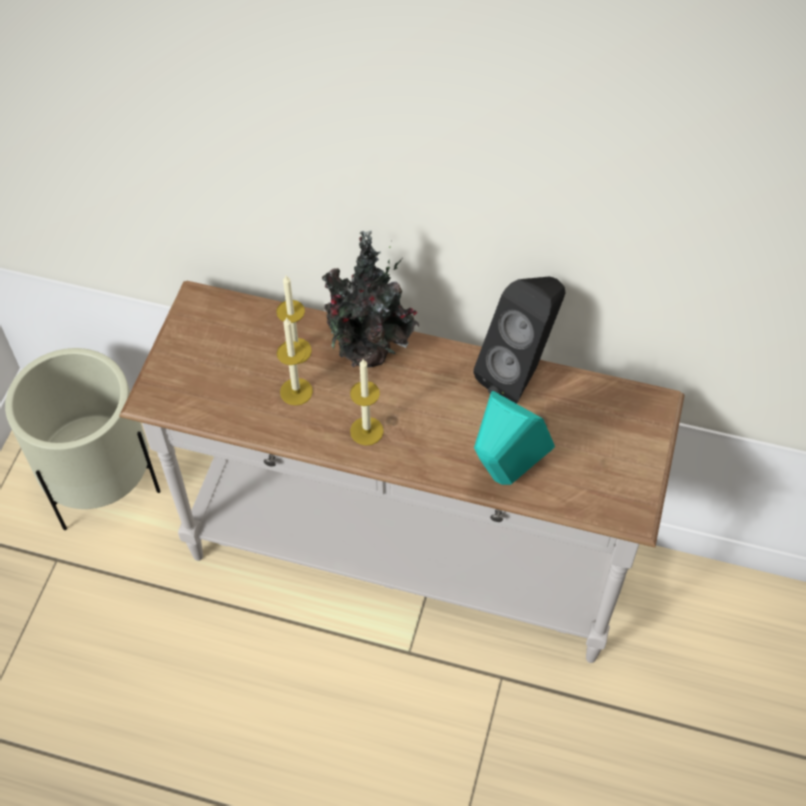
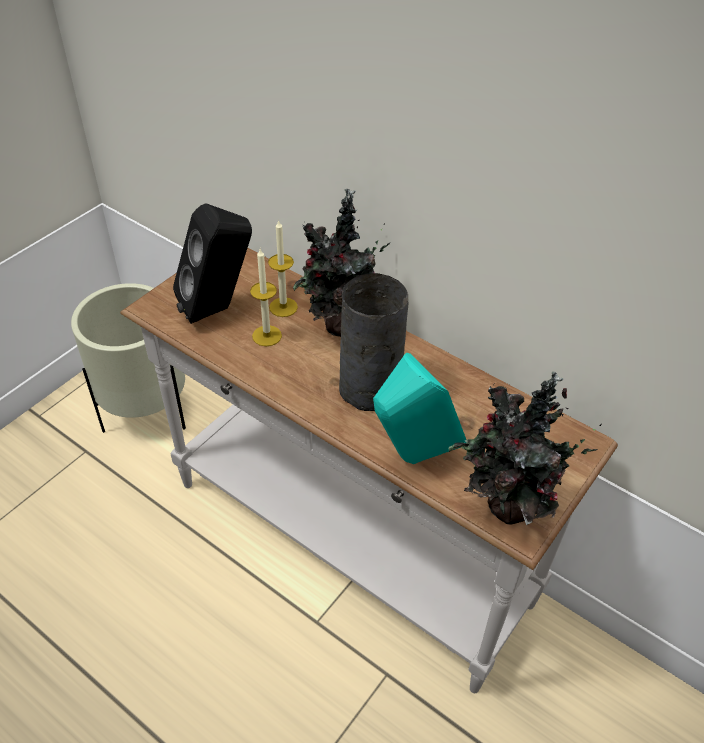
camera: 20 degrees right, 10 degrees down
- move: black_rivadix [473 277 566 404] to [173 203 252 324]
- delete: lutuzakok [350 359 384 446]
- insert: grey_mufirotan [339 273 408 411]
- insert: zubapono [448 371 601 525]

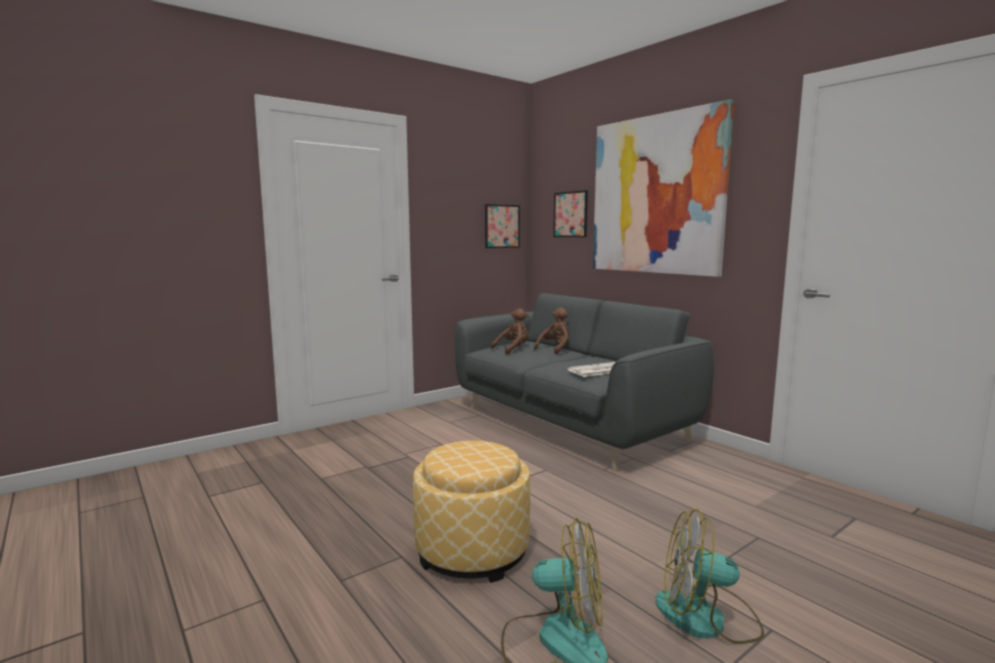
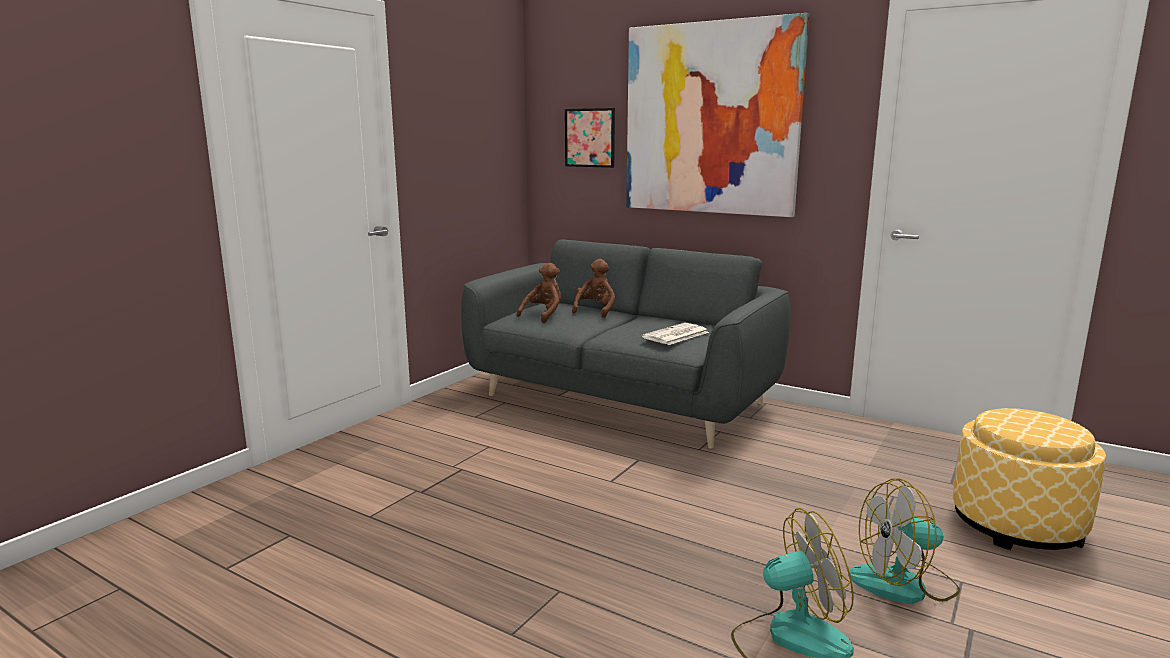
camera: 20 degrees left, 5 degrees up
- delete: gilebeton [485 204 520 248]
- move: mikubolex [413 441 530 583] to [953 408 1106 550]

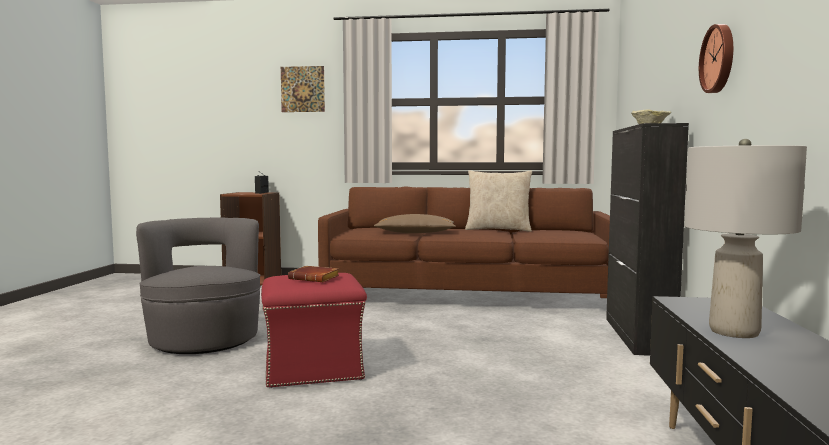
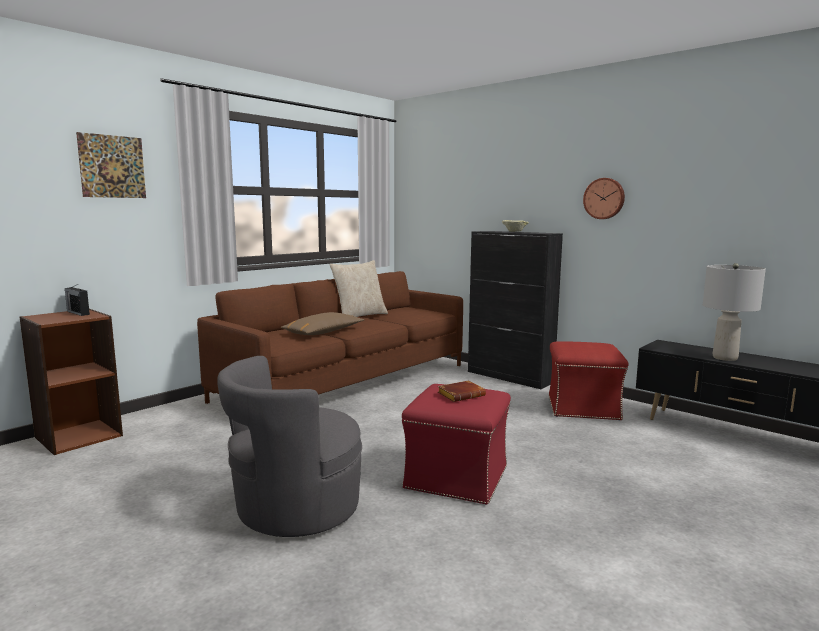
camera: 55 degrees left, 5 degrees up
- rotate: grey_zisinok [136 217 261 354] = [217 356 362 537] 45 degrees counterclockwise
- insert: red_mikubolex [549 341 629 421]

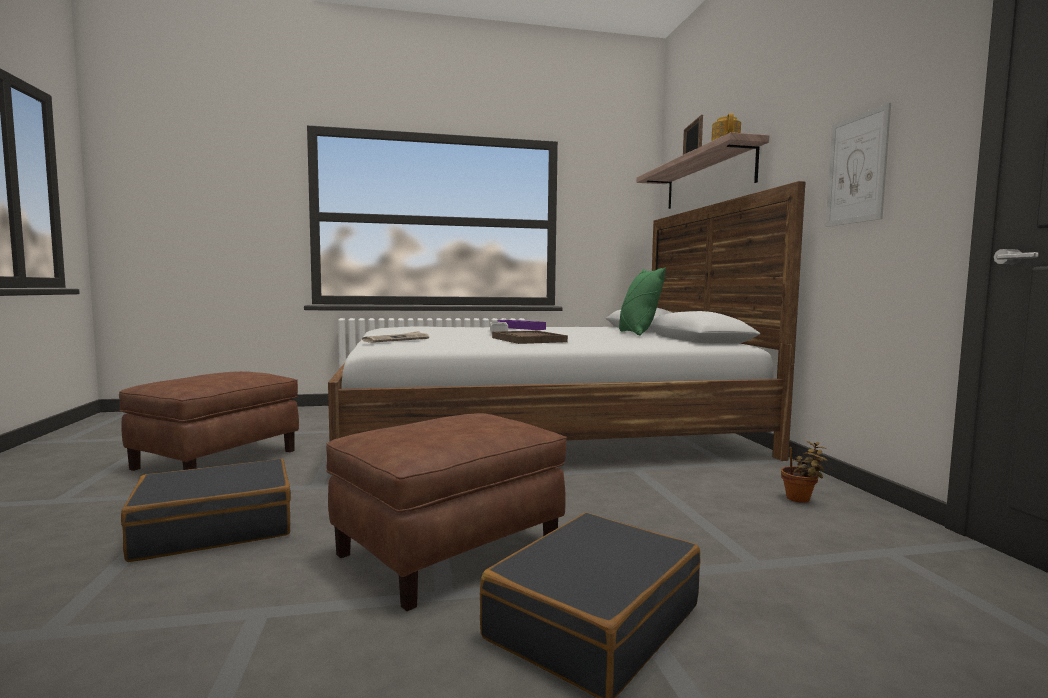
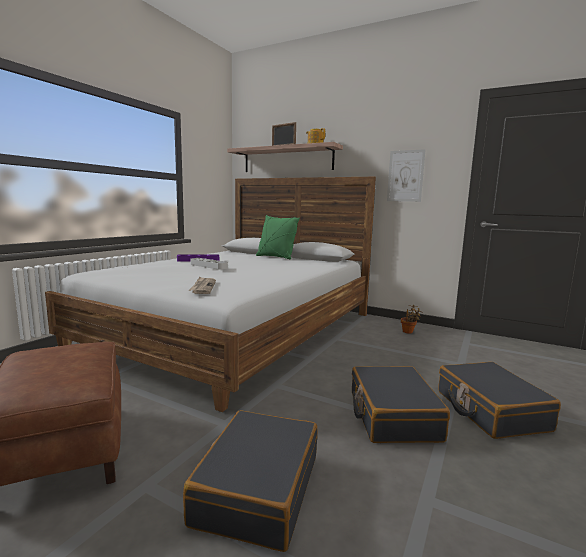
camera: 50 degrees left, 5 degrees up
- delete: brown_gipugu [492 331 568 344]
- replace: brown_mikubolex [326 413 567 611] to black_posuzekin [352 366 450 443]

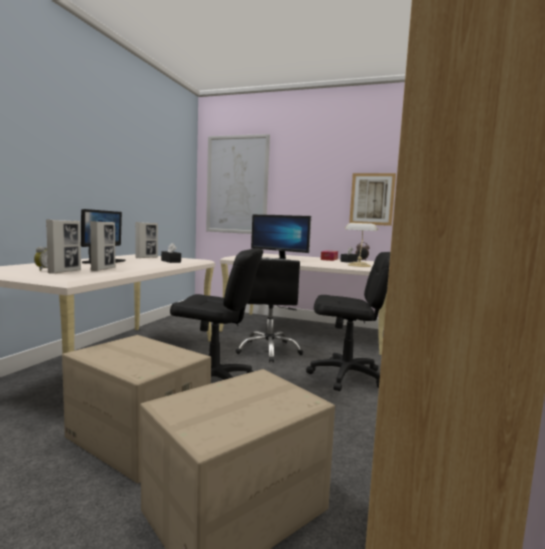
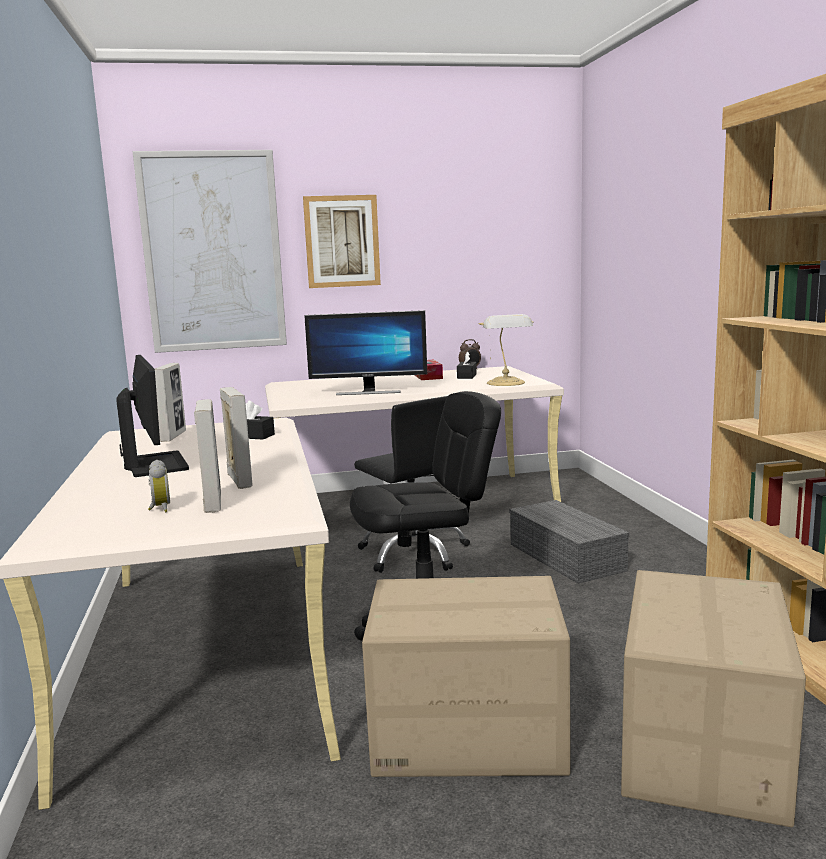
camera: 30 degrees left, 5 degrees up
- move: gilebeton [349 173 396 226] to [303 195 381 288]
- replace: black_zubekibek [306 252 390 391] to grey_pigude [509 500 630 584]

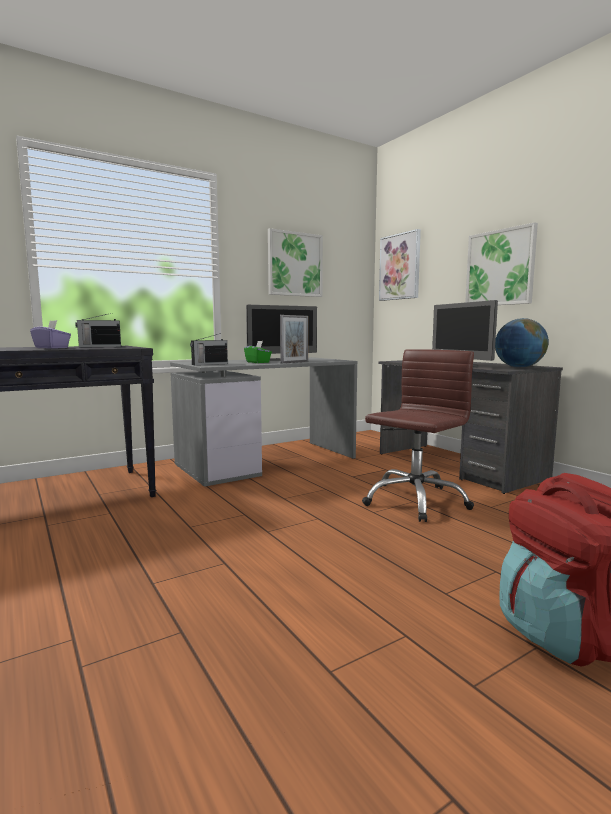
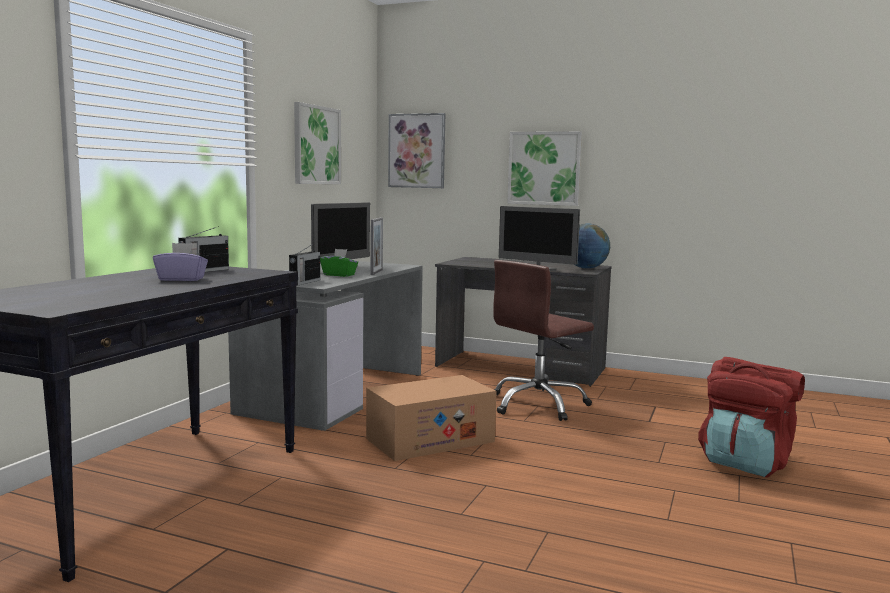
camera: 35 degrees left, 0 degrees up
- rotate: brown_zubekibek [362 349 474 522] = [493 260 594 421] 135 degrees counterclockwise
- insert: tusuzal [366 375 496 461]

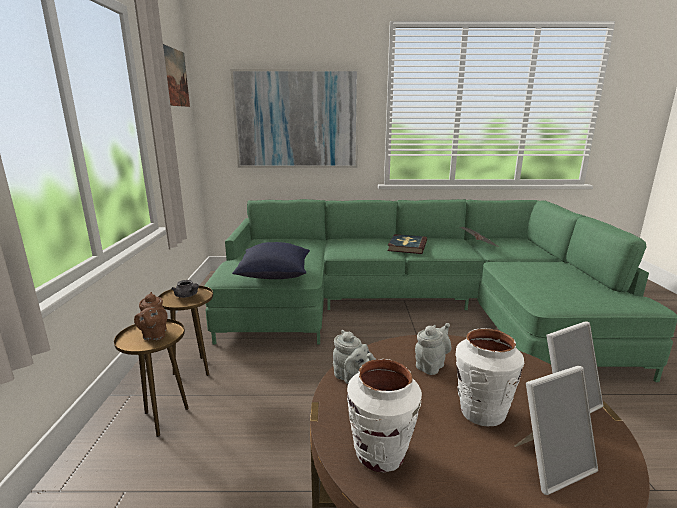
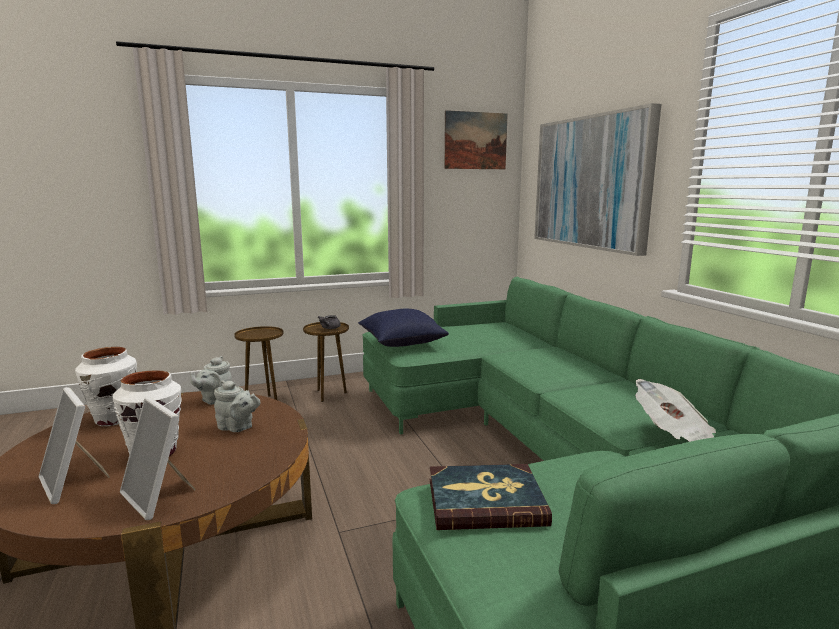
camera: 70 degrees right, 5 degrees down
- move: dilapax [387 234 427 254] to [430 464 552 530]
- delete: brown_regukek [134 292 167 340]

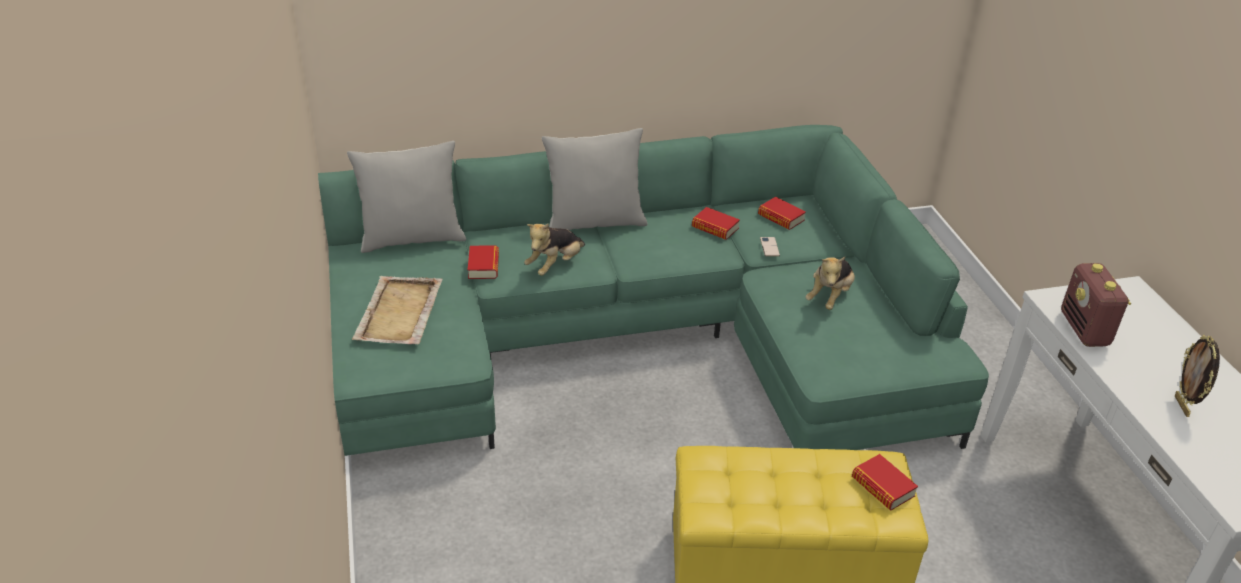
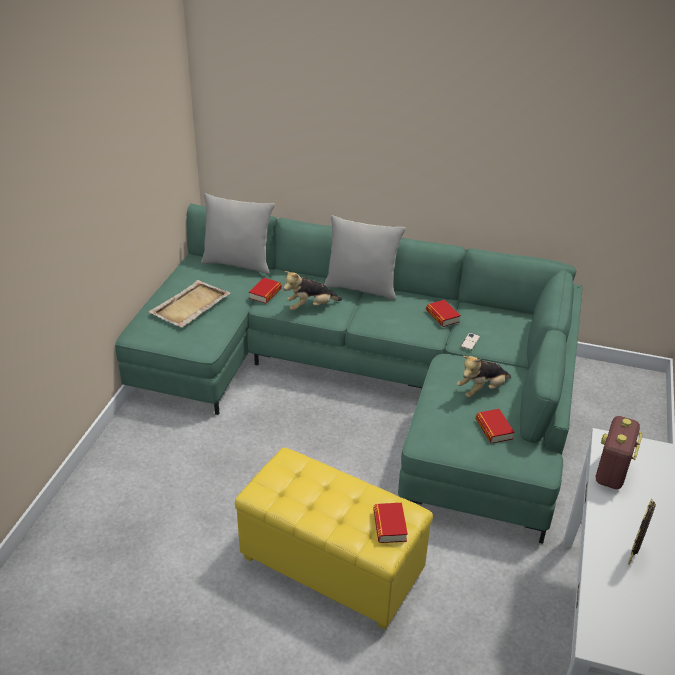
camera: 30 degrees right, 0 degrees up
- move: dilapax [758 197 806 230] to [476 409 514 444]

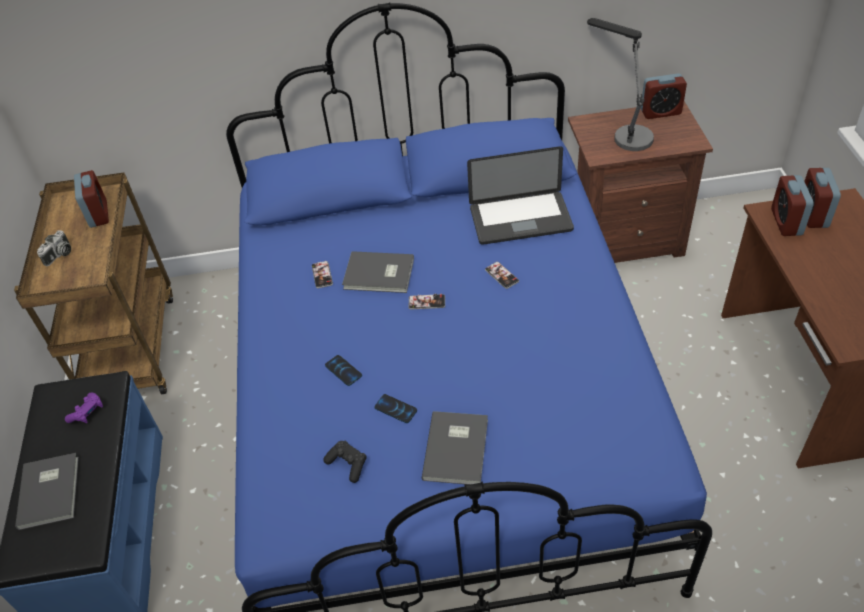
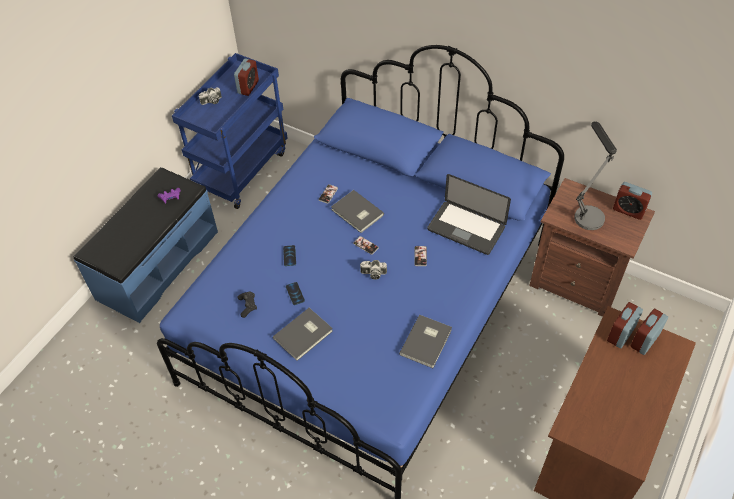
camera: 35 degrees right, 5 degrees up
- recolor: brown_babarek [14 172 173 394] to blue_babarek [172 53 287 209]
- move: grey_dilapax [15 453 79 530] to [399 315 452 368]
- insert: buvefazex [360 260 387 280]

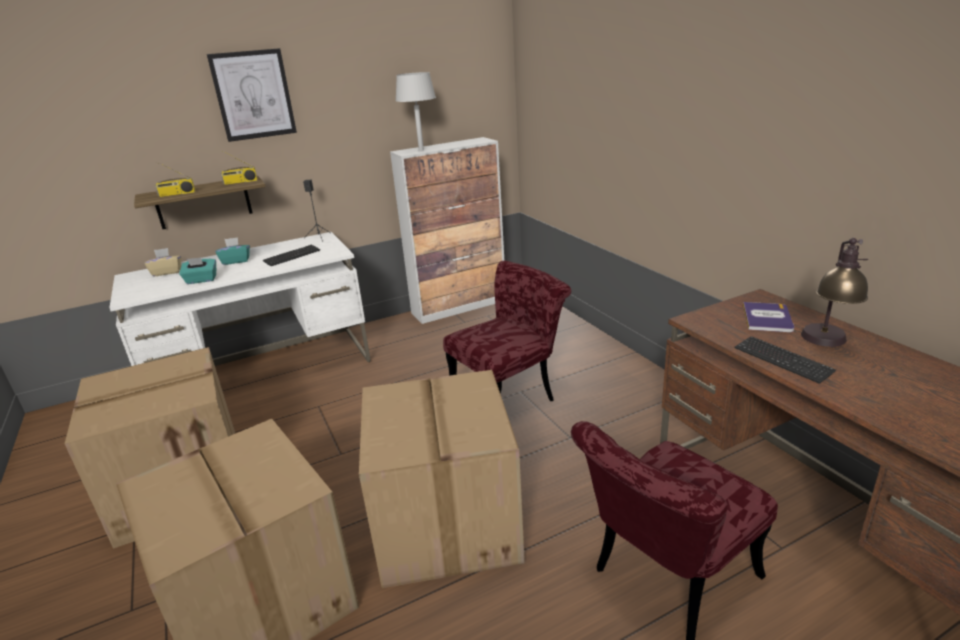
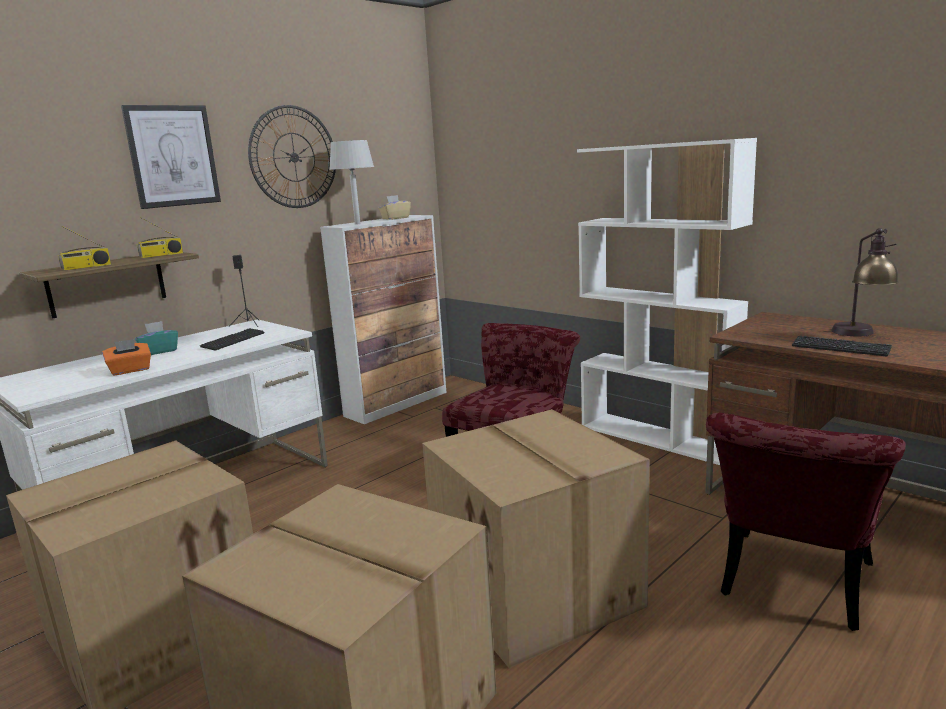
camera: 20 degrees left, 10 degrees down
- move: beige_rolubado [144 248 181 277] to [378 195 411 220]
- recolor: turquoise_rolubado [179 257 216 284] to orange_rolubado [102 339 151 376]
- delete: dilapax [743 302 794 332]
- insert: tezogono [248 105 336 208]
- insert: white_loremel [577 138 757 465]

